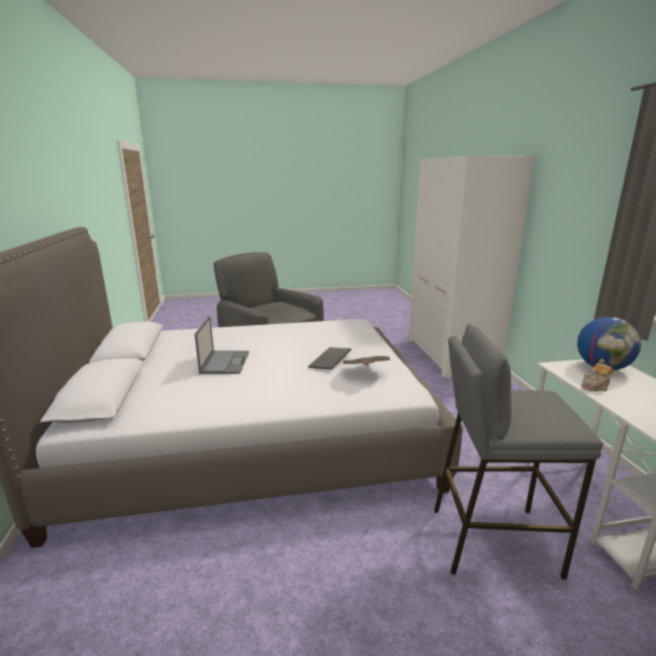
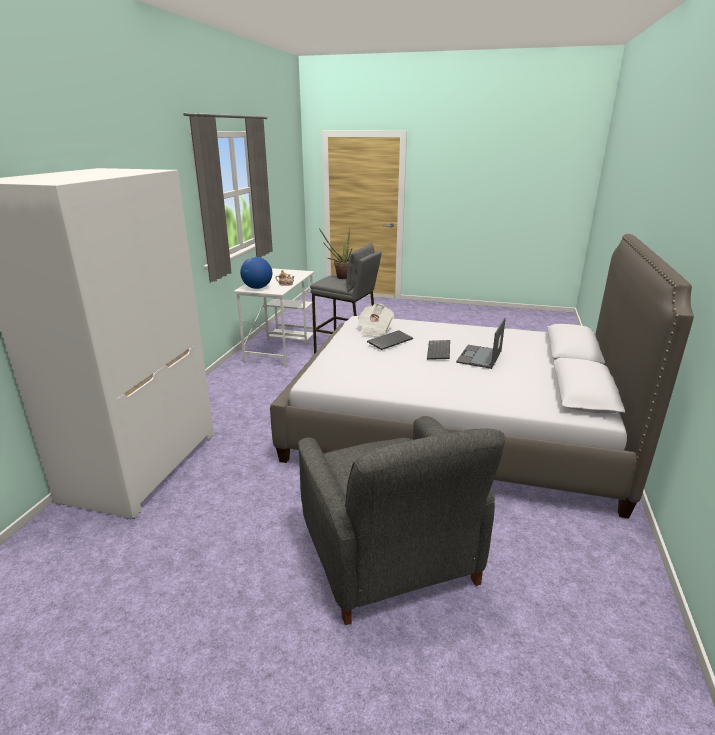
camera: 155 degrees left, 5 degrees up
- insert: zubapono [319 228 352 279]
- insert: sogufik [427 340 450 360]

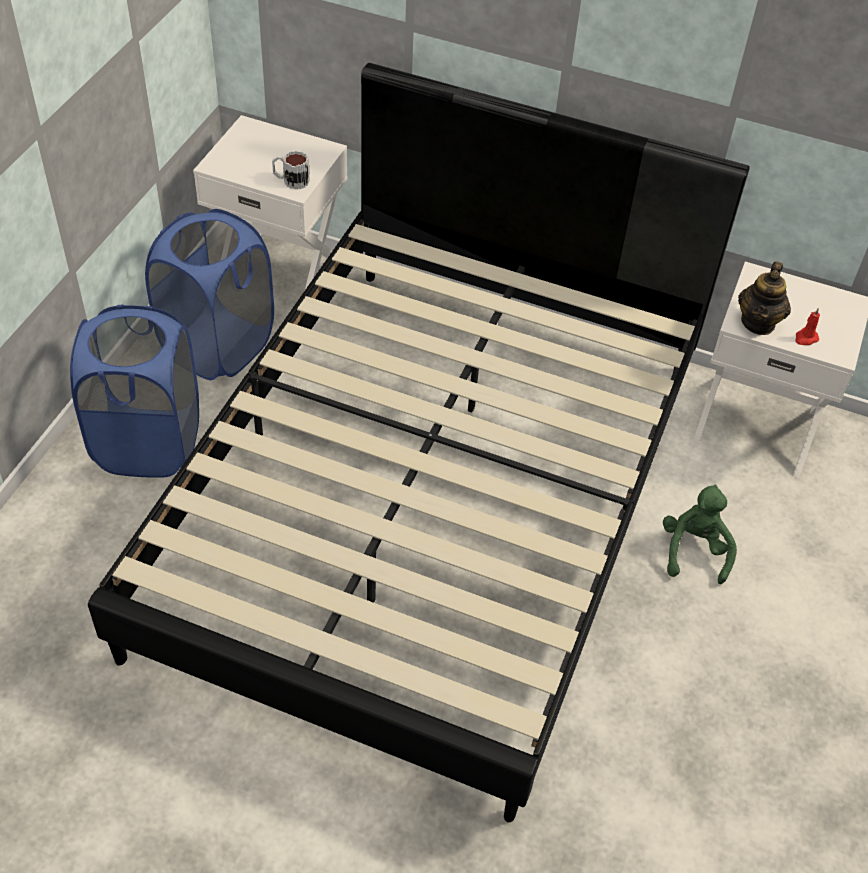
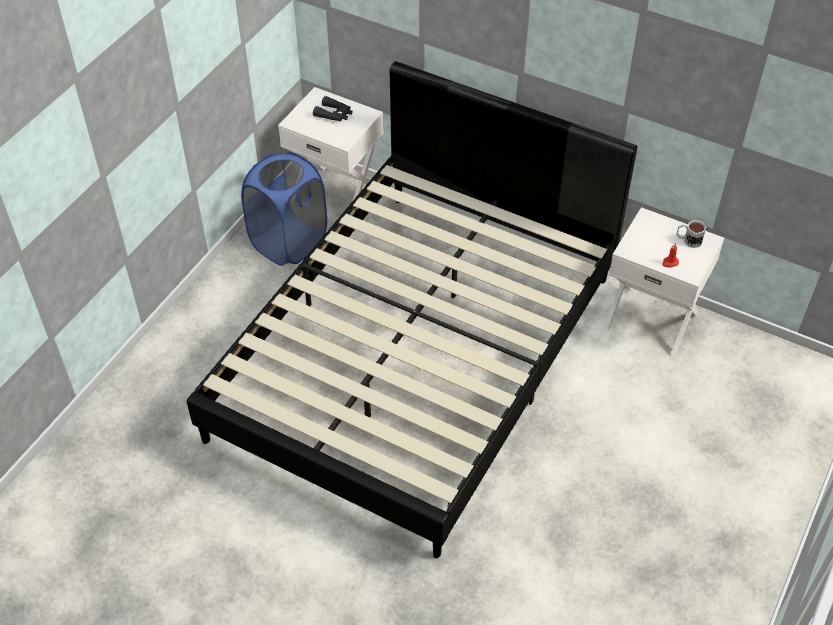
camera: 10 degrees right, 0 degrees up
- move: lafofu [272 151 310 189] to [676 220 706 248]
- delete: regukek [738 261 791 335]
- delete: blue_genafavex [70 304 199 478]
- delete: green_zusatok [663 484 737 584]
- insert: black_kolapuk [313 96 353 122]

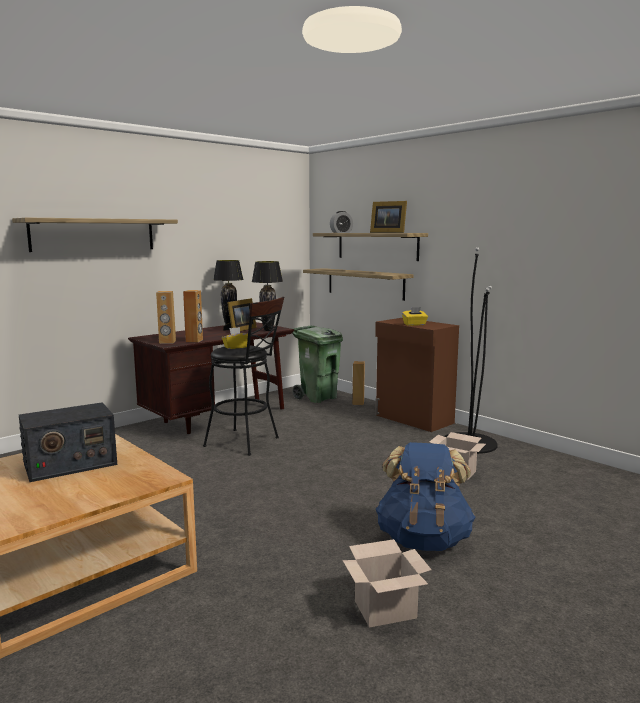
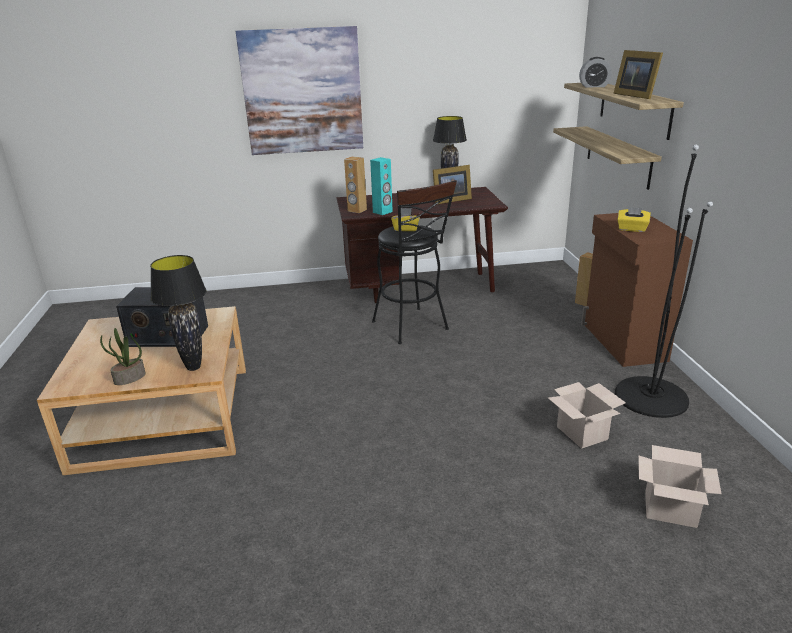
camera: 35 degrees right, 15 degrees up
- replace: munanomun [12 217 178 252] to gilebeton [236 26 363 155]
- move: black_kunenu [252 261 283 331] to [150 255 207 371]
- recolor: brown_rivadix [183 290 203 342] to turquoise_rivadix [370 157 393 215]
- delete: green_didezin [292 326 343 403]
- delete: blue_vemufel [376 442 475 551]
- move: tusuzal [342 539 432 628] to [638 445 722 528]
- insert: zubapono [100 328 146 385]

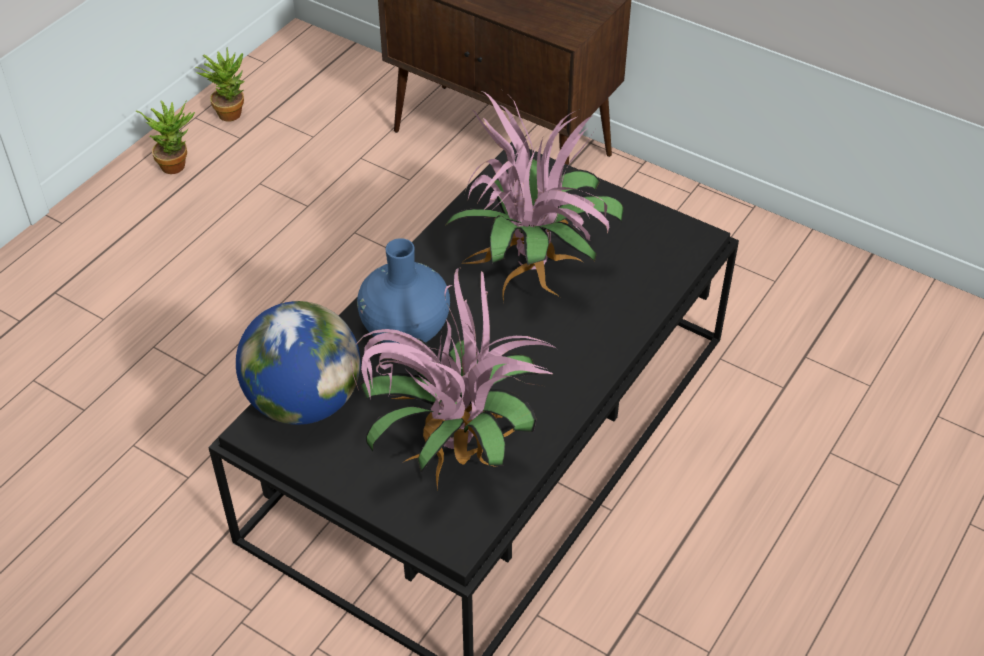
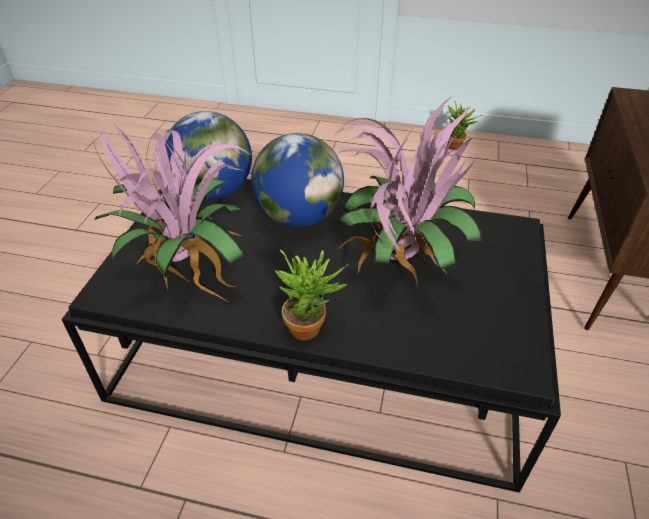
camera: 70 degrees right, 5 degrees down
- move: zubapono [195 48 245 122] to [275 249 348 341]
- replace: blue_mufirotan [357 238 450 343] to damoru [251 133 344 227]

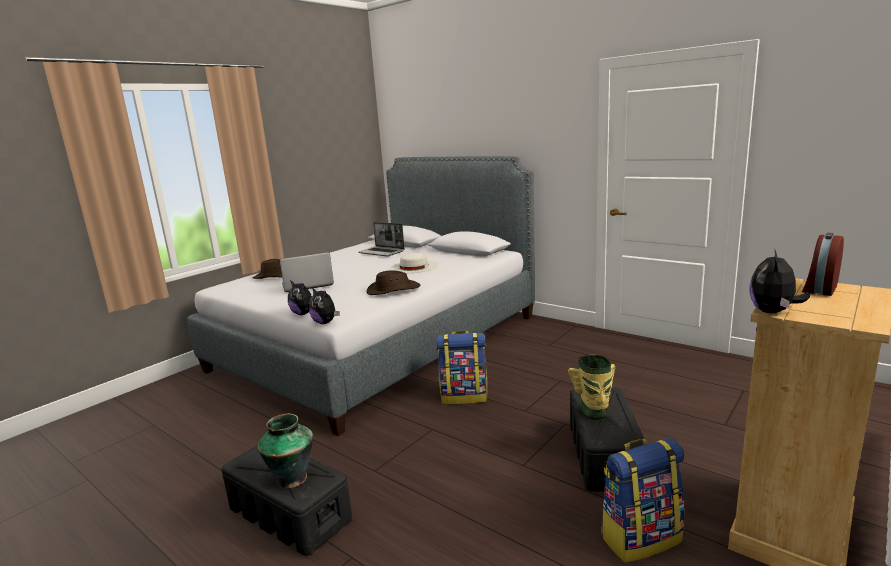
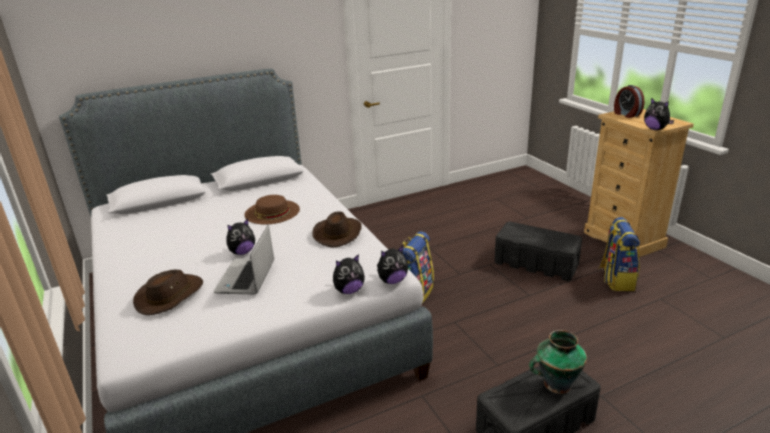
camera: 65 degrees left, 10 degrees up
- delete: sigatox [358 222 405 256]
- recolor: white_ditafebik [390 253 438 273] to brown_ditafebik [245 195 300 224]
- delete: mufirotan [568 355 615 420]
- insert: zusatok [226 219 255 255]

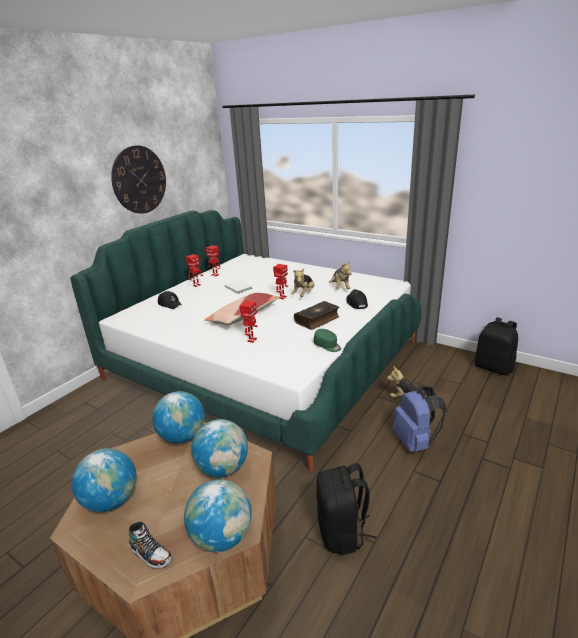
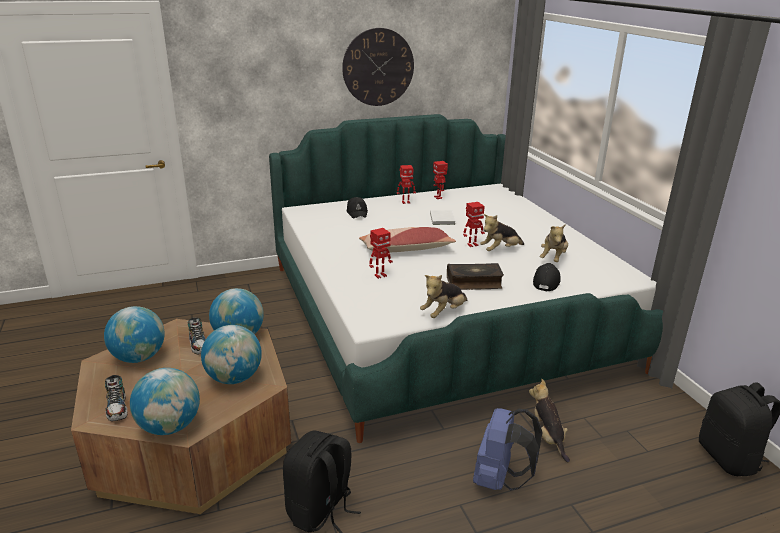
camera: 35 degrees right, 0 degrees up
- replace: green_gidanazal [314 329 341 352] to zusatok [420 275 467 318]
- insert: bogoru [188 318 206 354]

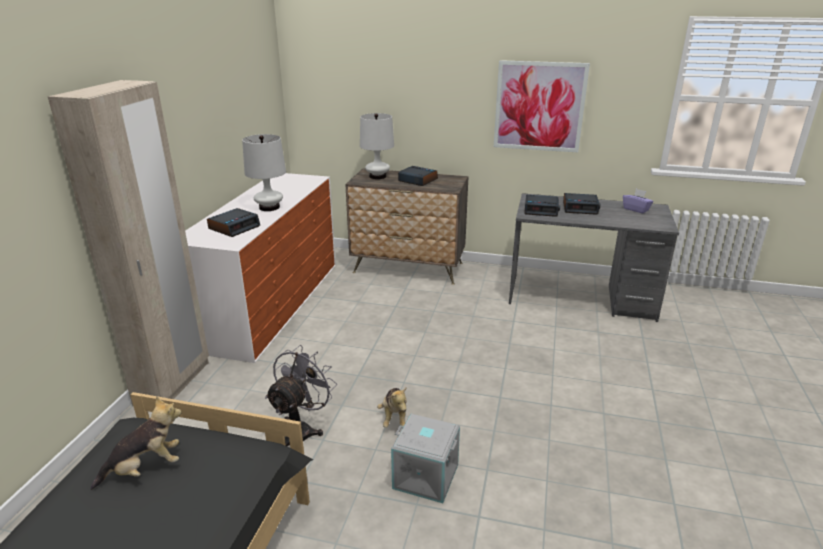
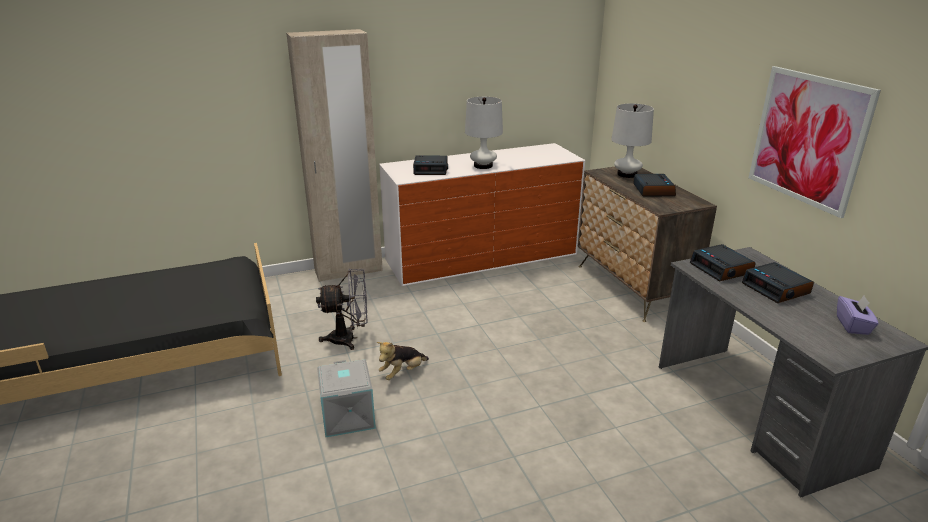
camera: 55 degrees right, 0 degrees up
- delete: zusatok [90 396 181 490]

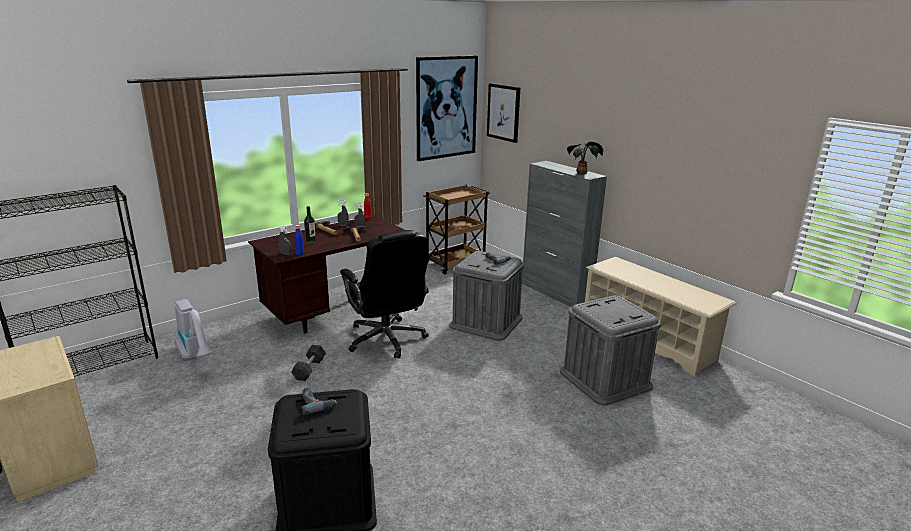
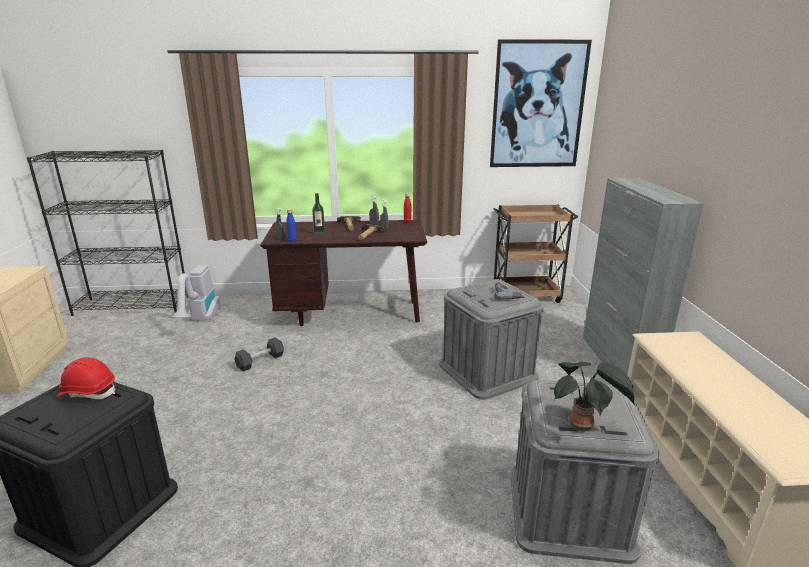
camera: 35 degrees right, 0 degrees up
- delete: gilebeton [487 83 520 143]
- move: zubapono [567 142 603 175] to [554 362 635 431]
- delete: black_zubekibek [340 230 429 359]
- replace: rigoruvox [302 387 337 415] to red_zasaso [56 357 116 399]

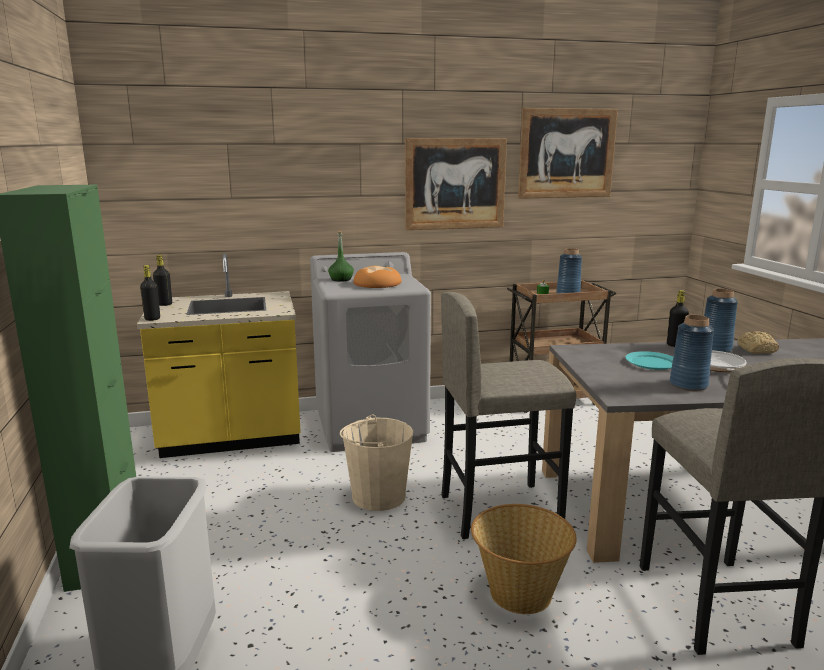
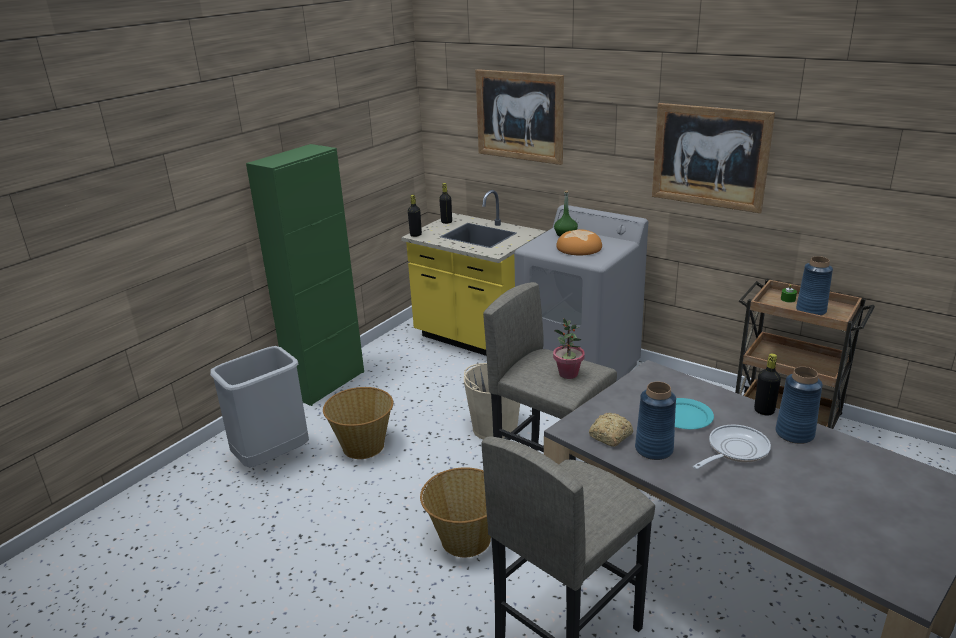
camera: 50 degrees right, 10 degrees up
- move: gilebeton [518 108 618 199] to [475 69 564 165]
- move: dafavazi [737 331 779 354] to [589 413 633 447]
- insert: zubapono [553 318 585 379]
- insert: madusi [323 387 393 459]

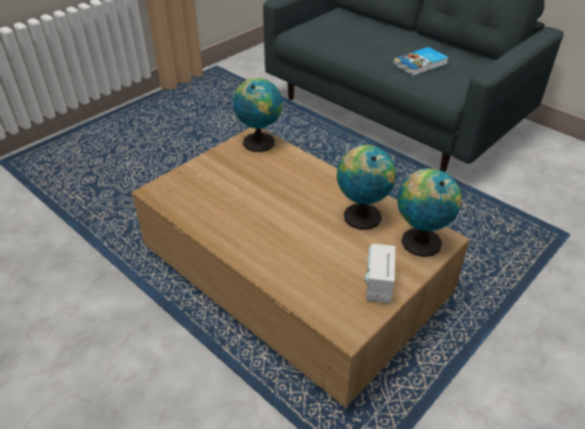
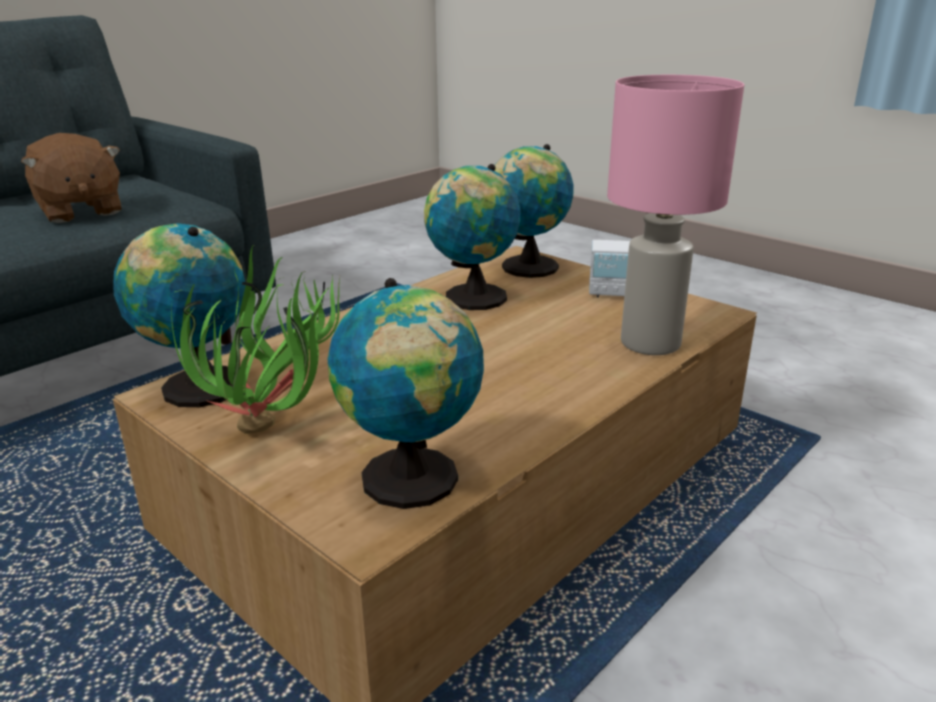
camera: 90 degrees left, 15 degrees down
- replace: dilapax [393 47 449 76] to brown_zusatok [21 133 121 223]
- insert: pink_kunenu [607 75 744 355]
- insert: zubapono [171 246 340 434]
- insert: damoru [328 278 484 509]

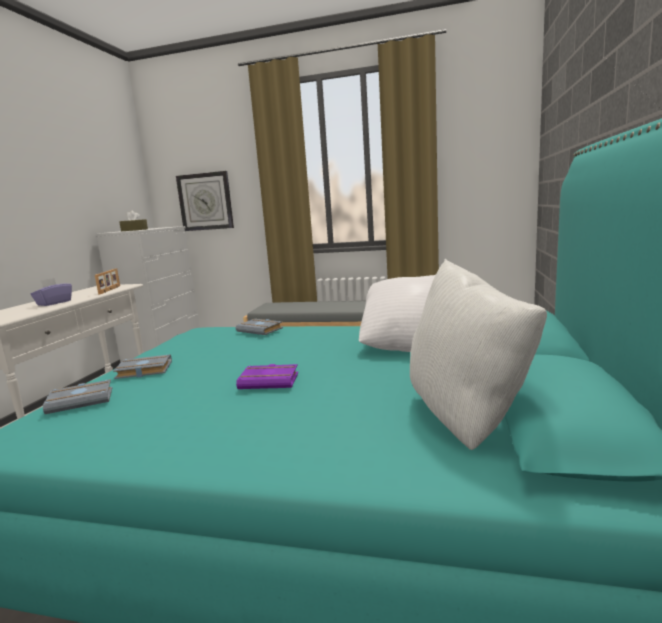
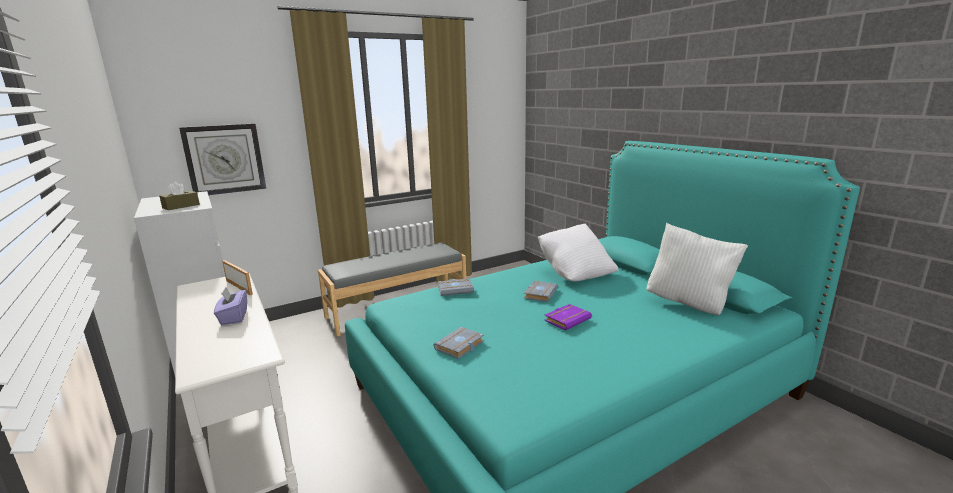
camera: 45 degrees left, 5 degrees up
- move: grey_dilapax [43 379 112 414] to [524 281 558 302]

